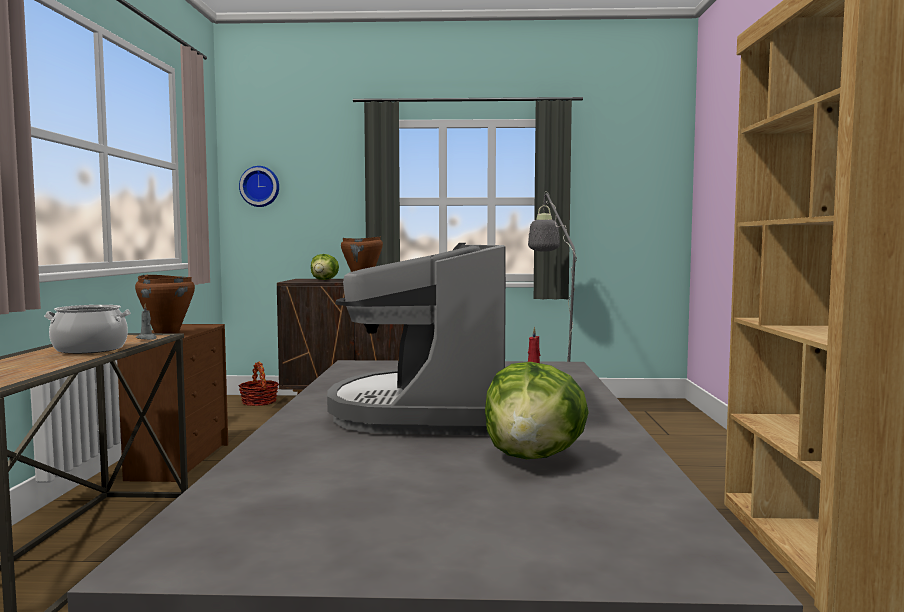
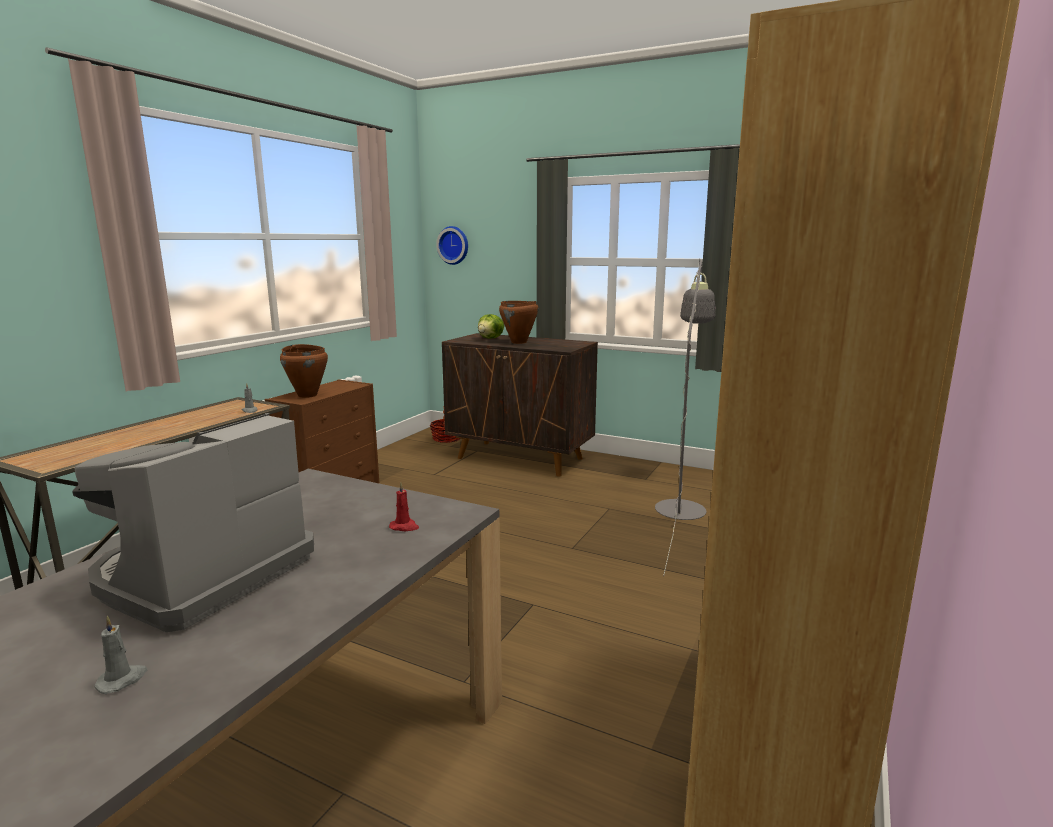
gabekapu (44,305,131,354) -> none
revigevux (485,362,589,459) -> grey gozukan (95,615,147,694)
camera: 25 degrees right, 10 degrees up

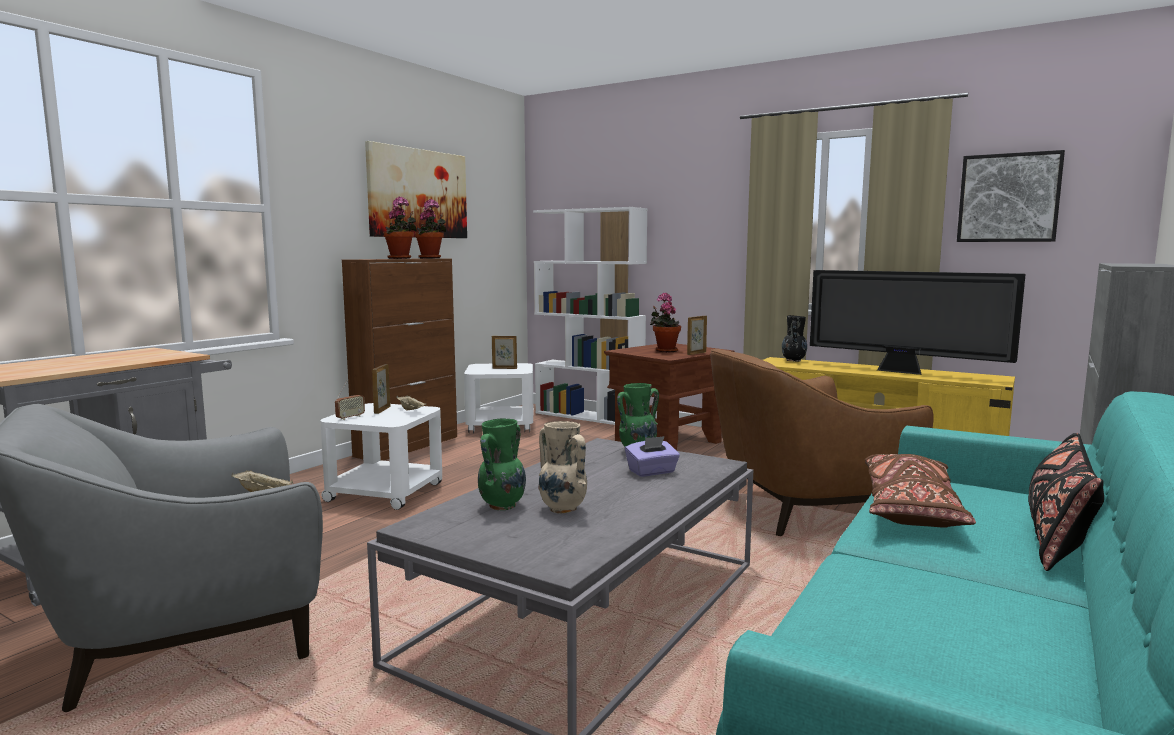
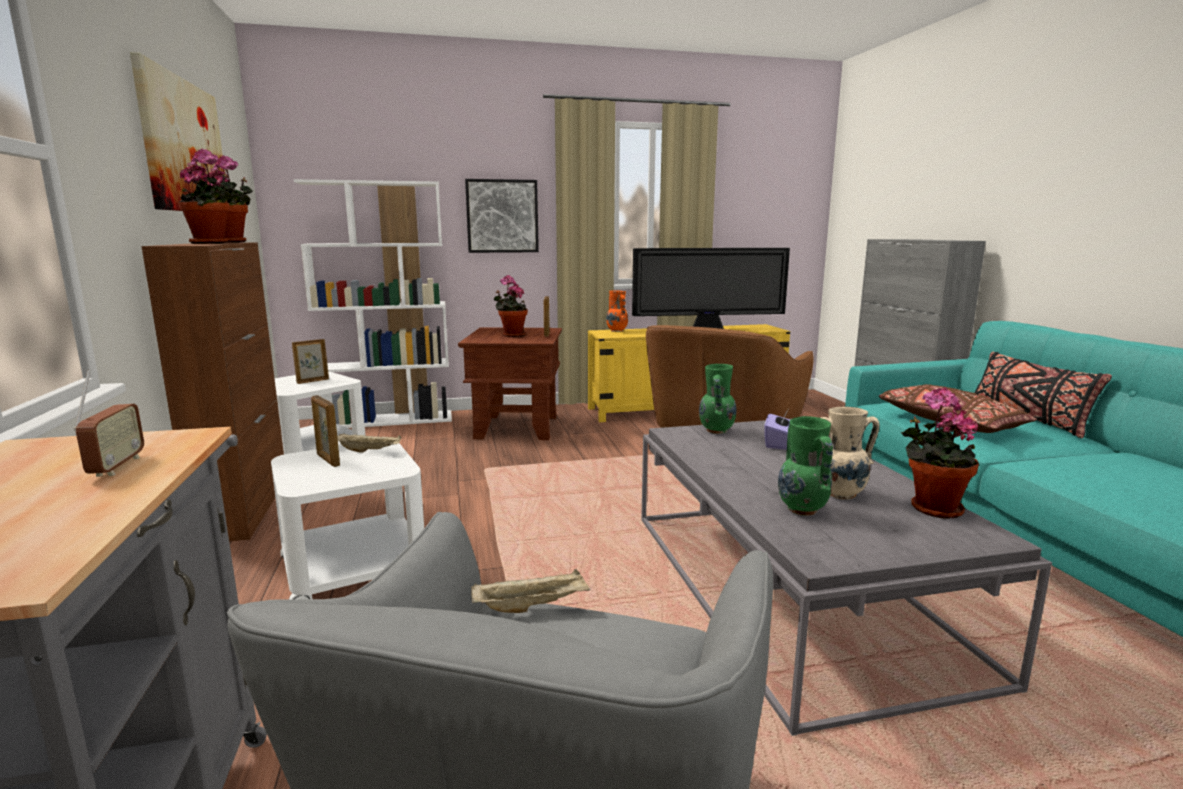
none -> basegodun (901,387,979,519)
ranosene (335,381,365,420) -> ranosene (74,370,144,477), shifted
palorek (957,150,1065,242) -> palorek (465,179,539,253), shifted
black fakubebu (782,315,807,362) -> orange fakubebu (606,290,628,332)
camera: 45 degrees left, 5 degrees up

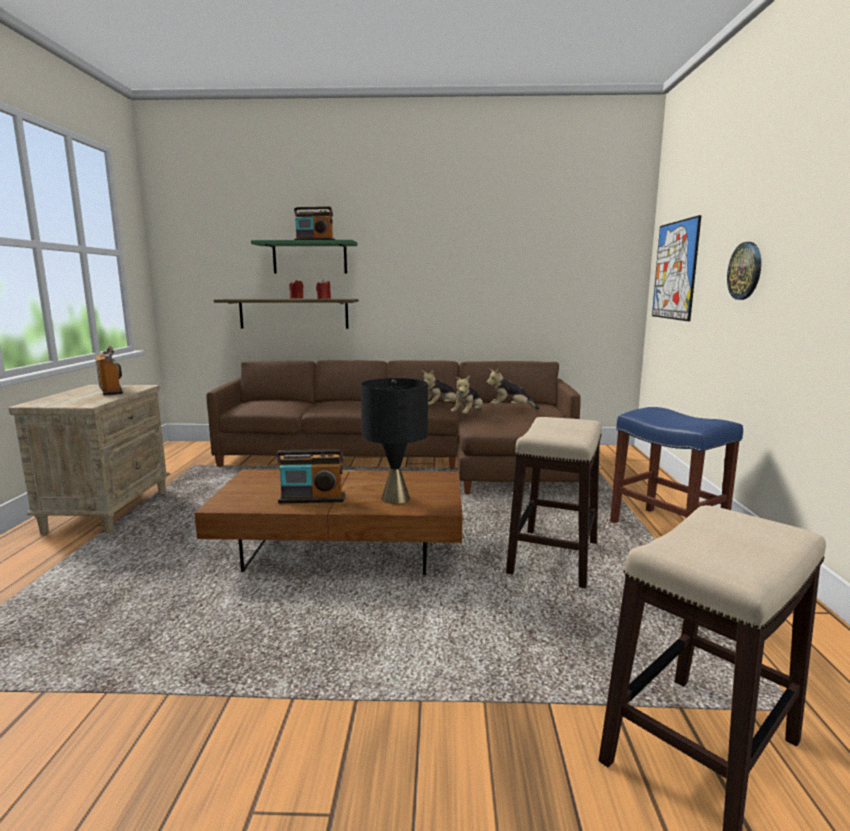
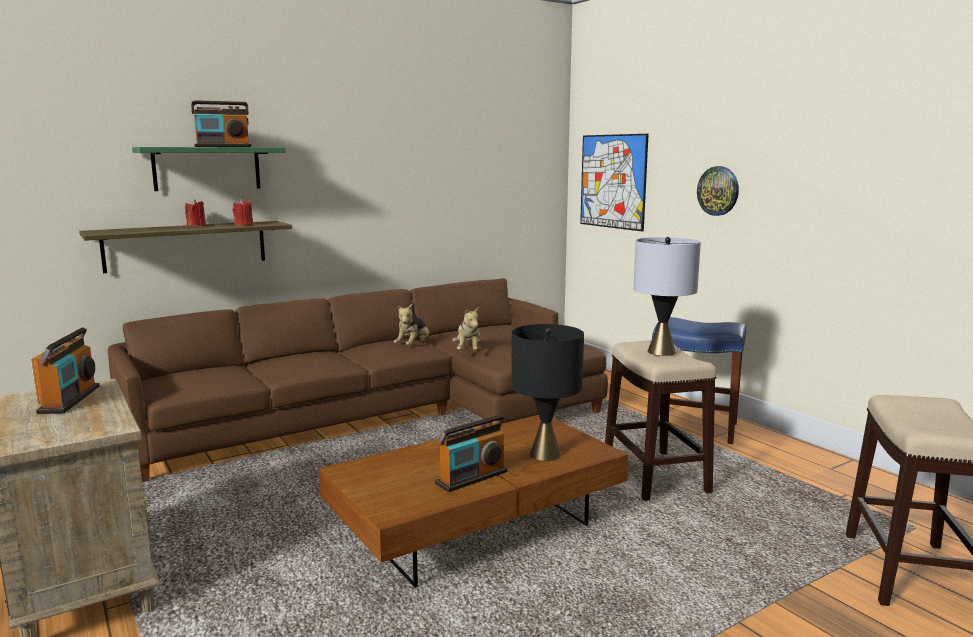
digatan (486,369,540,409) -> none
none -> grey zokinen (633,237,701,356)
ranosene (95,346,123,395) -> ranosene (31,327,100,414), 60 degrees clockwise
camera: 35 degrees left, 0 degrees up

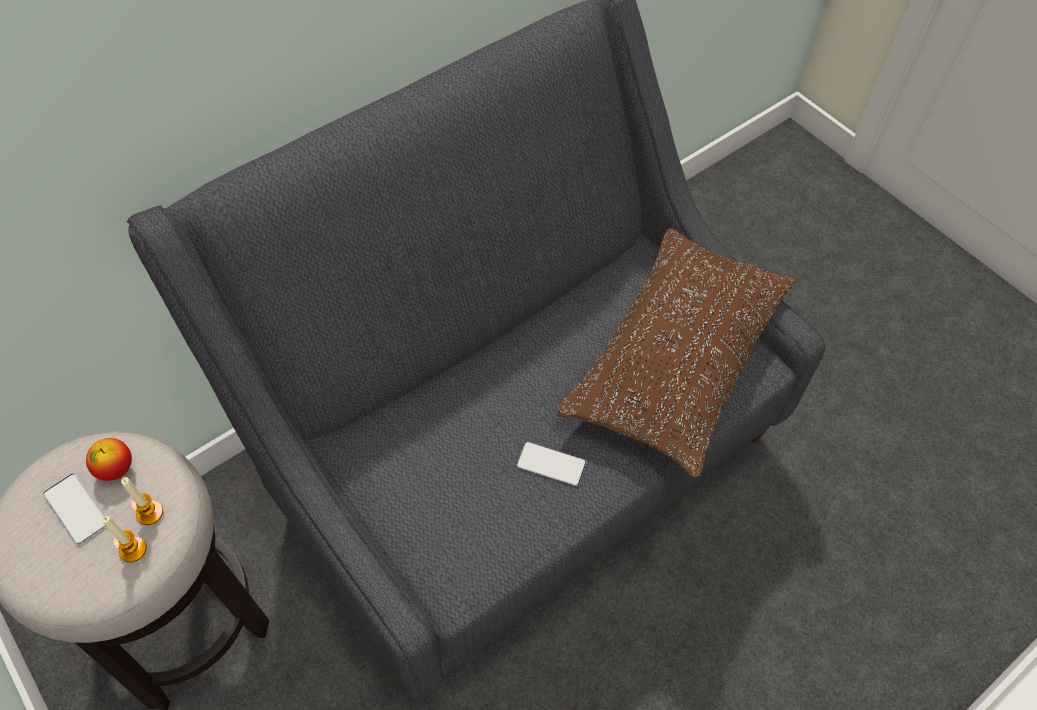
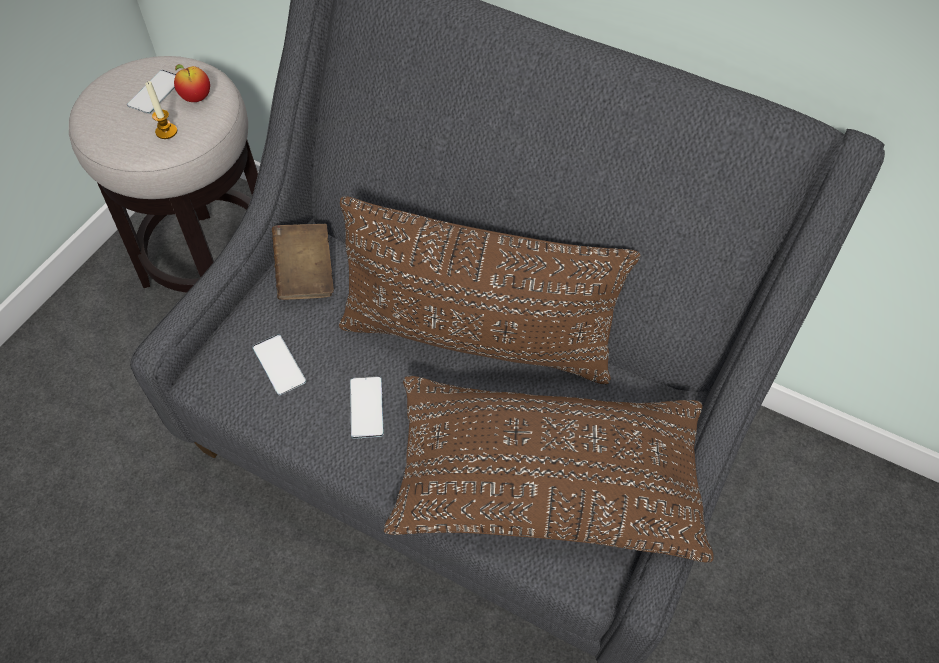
gozukan (102,516,147,562) -> none
none -> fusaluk (252,334,306,395)
none -> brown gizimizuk (272,224,334,300)
none -> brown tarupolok (339,196,641,385)
camera: 65 degrees right, 0 degrees up

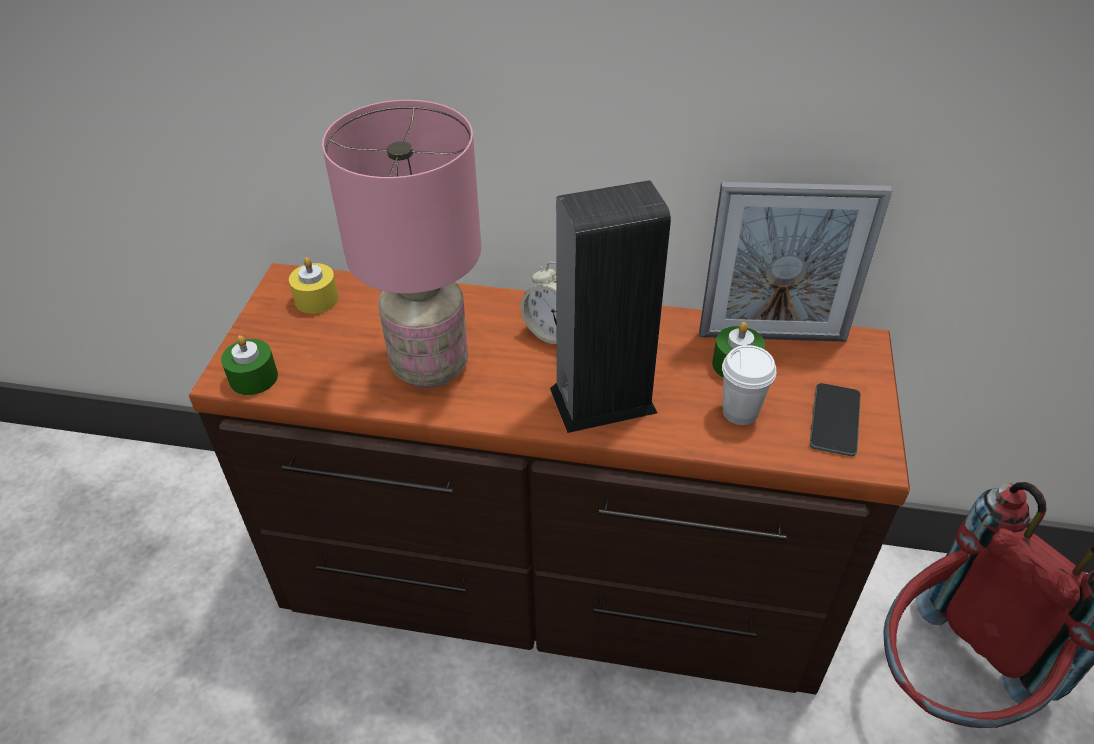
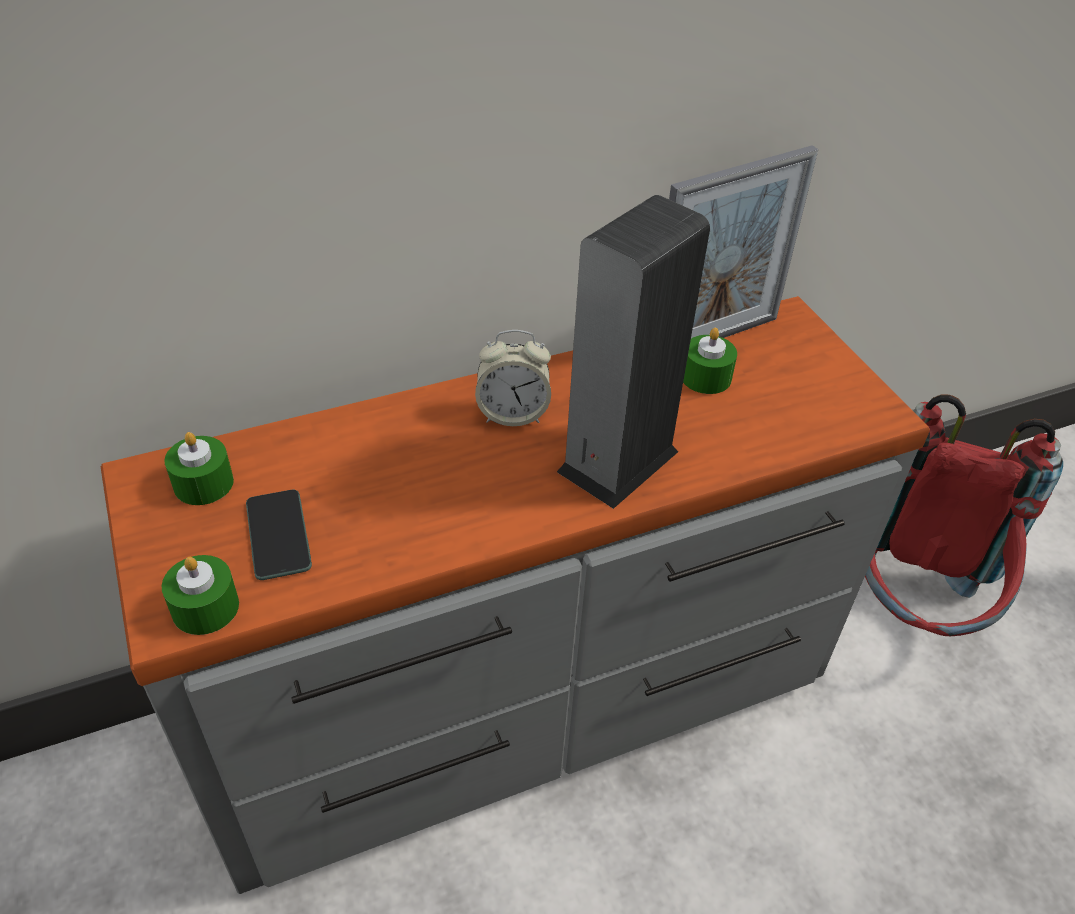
pink zokinen (322,100,481,388) -> none
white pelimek (722,345,776,425) -> none
fusaluk (810,383,861,456) -> fusaluk (246,490,312,580), shifted
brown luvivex (188,263,910,695) -> grey luvivex (101,296,930,894)
yellow gozukan (289,257,339,314) -> green gozukan (165,432,234,505)
camera: 35 degrees left, 0 degrees up

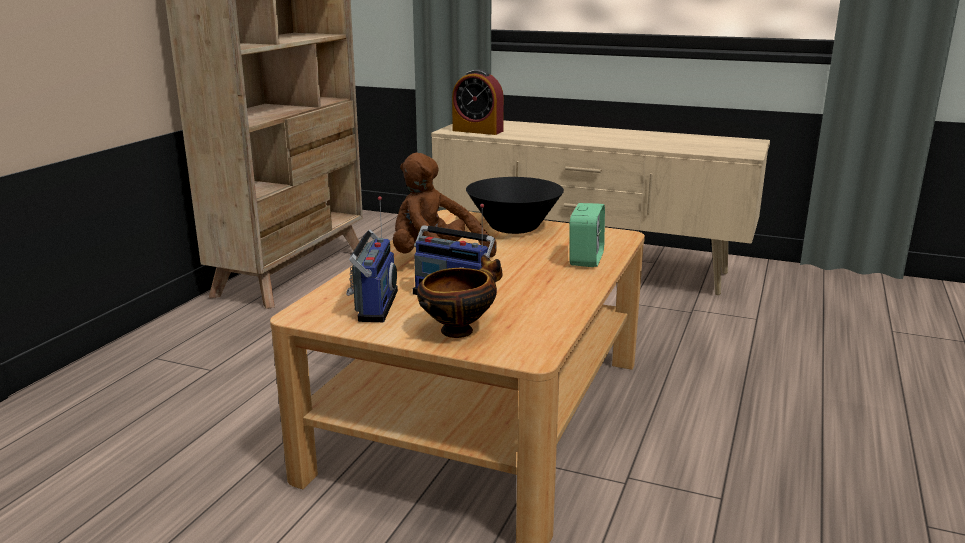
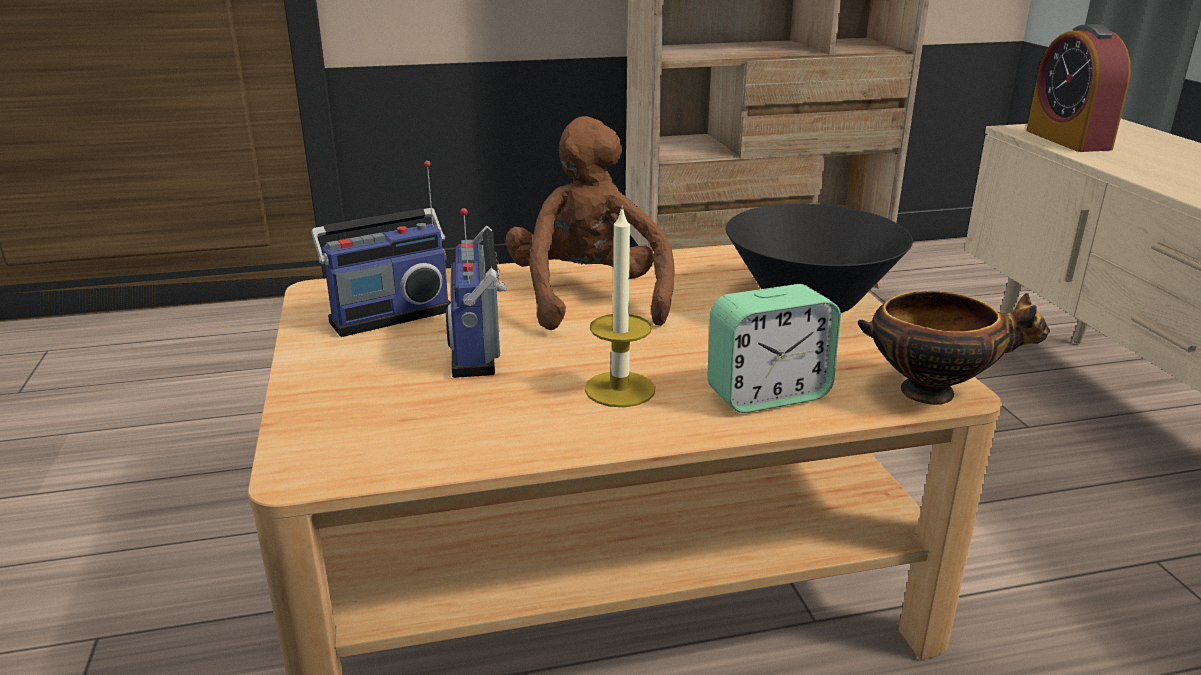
none -> gozukan (585,205,655,407)
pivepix (417,255,503,338) -> pivepix (858,291,1050,405), shifted
camera: 55 degrees right, 5 degrees up

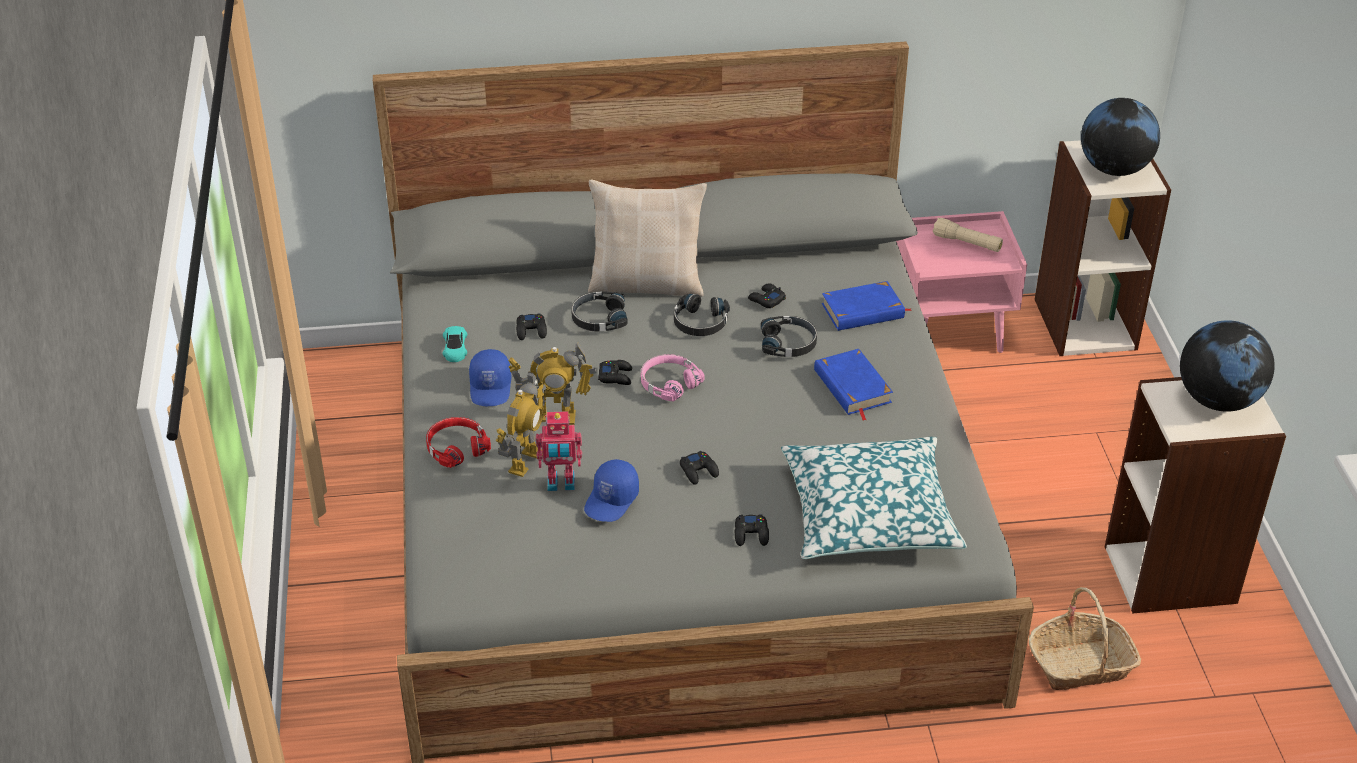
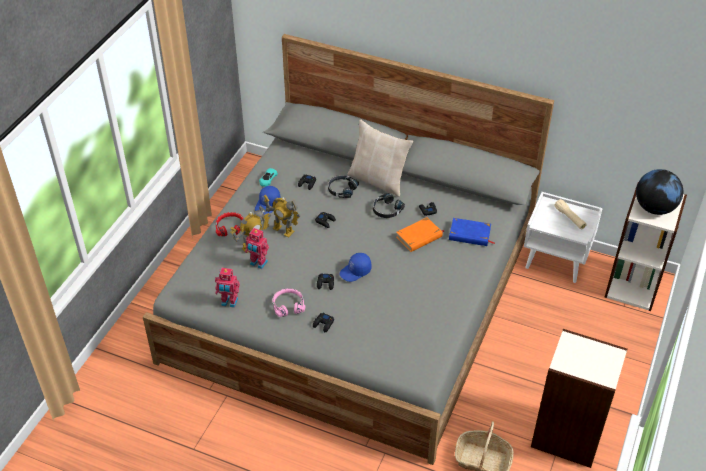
tarupolok (781,437,967,559) -> none
blue gizimizuk (814,349,893,421) -> none
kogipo (1180,320,1275,412) -> none
none -> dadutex (215,268,240,308)
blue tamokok (584,459,639,522) -> blue tamokok (340,253,372,282), shifted
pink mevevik (641,354,705,402) -> pink mevevik (273,288,305,317), shifted
black mevevik (761,316,817,357) -> orange gizimizuk (396,217,444,252)
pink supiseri (896,211,1027,353) -> white supiseri (524,192,603,283)
camera: 30 degrees right, 5 degrees up

